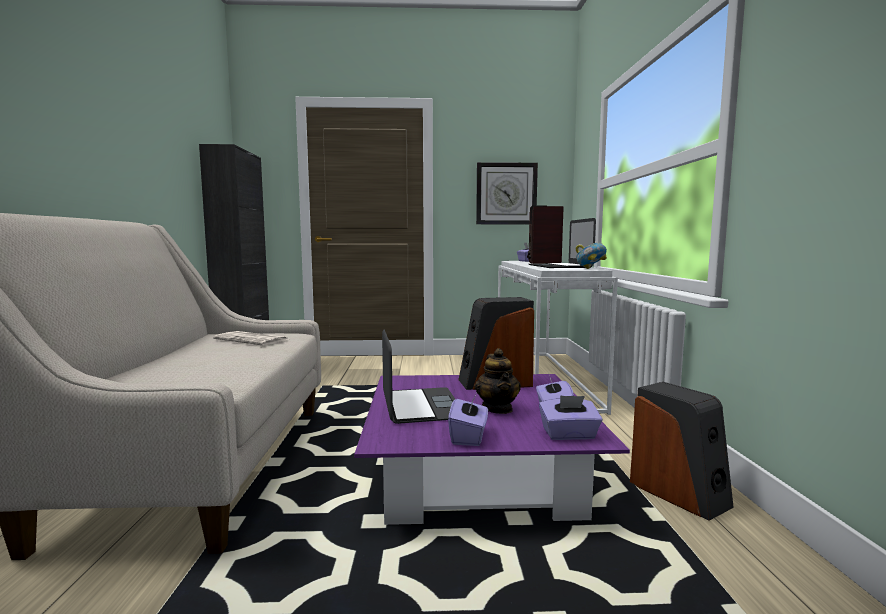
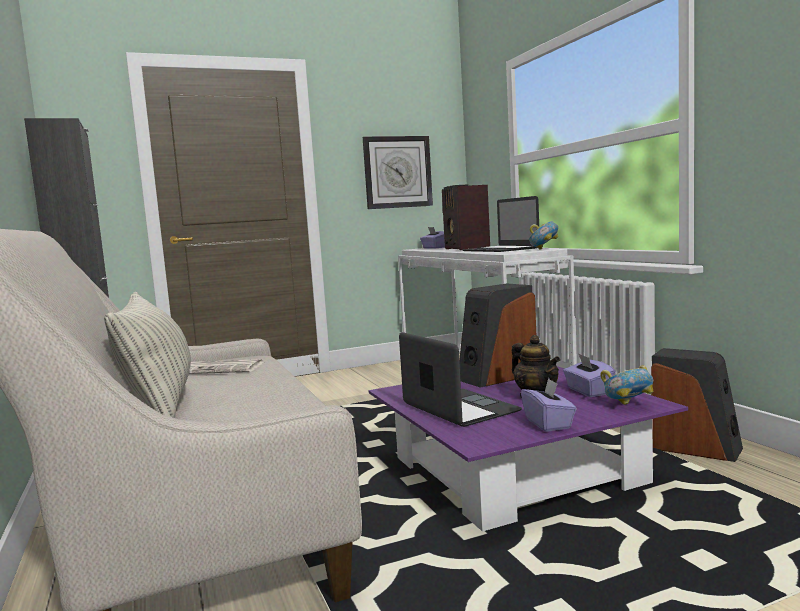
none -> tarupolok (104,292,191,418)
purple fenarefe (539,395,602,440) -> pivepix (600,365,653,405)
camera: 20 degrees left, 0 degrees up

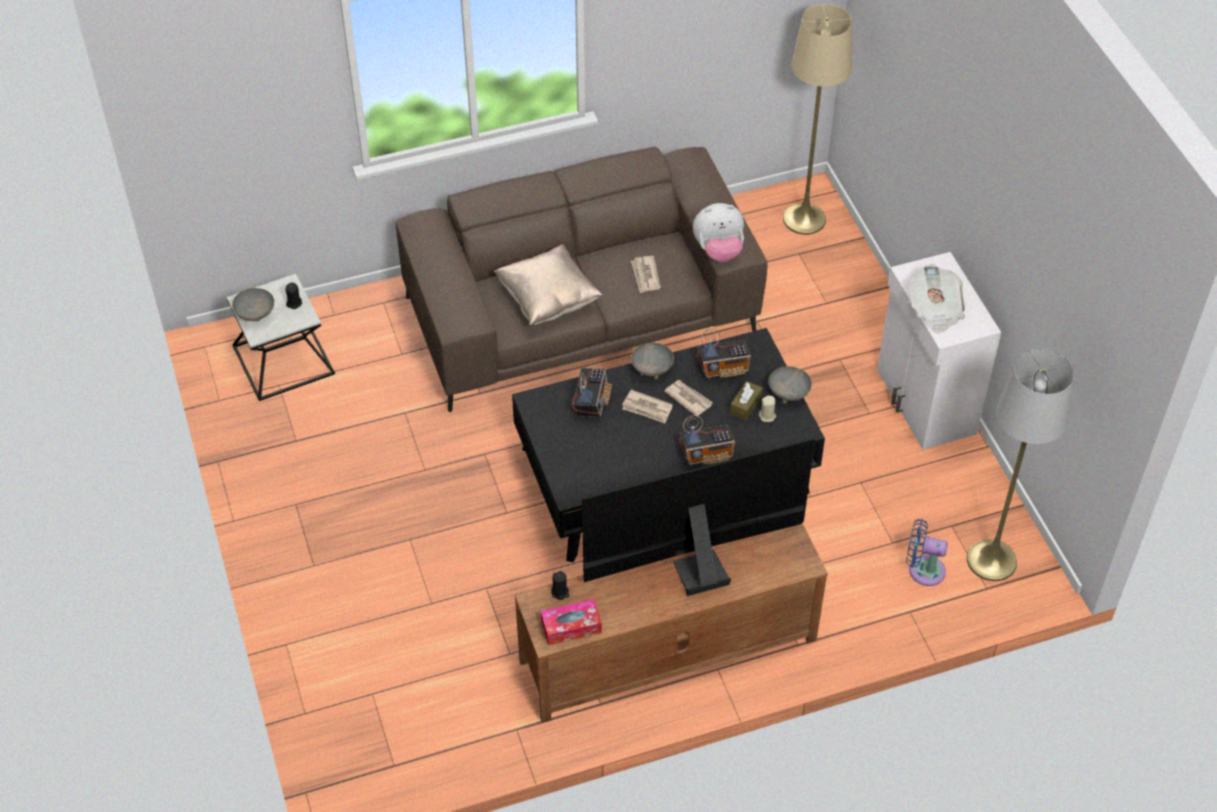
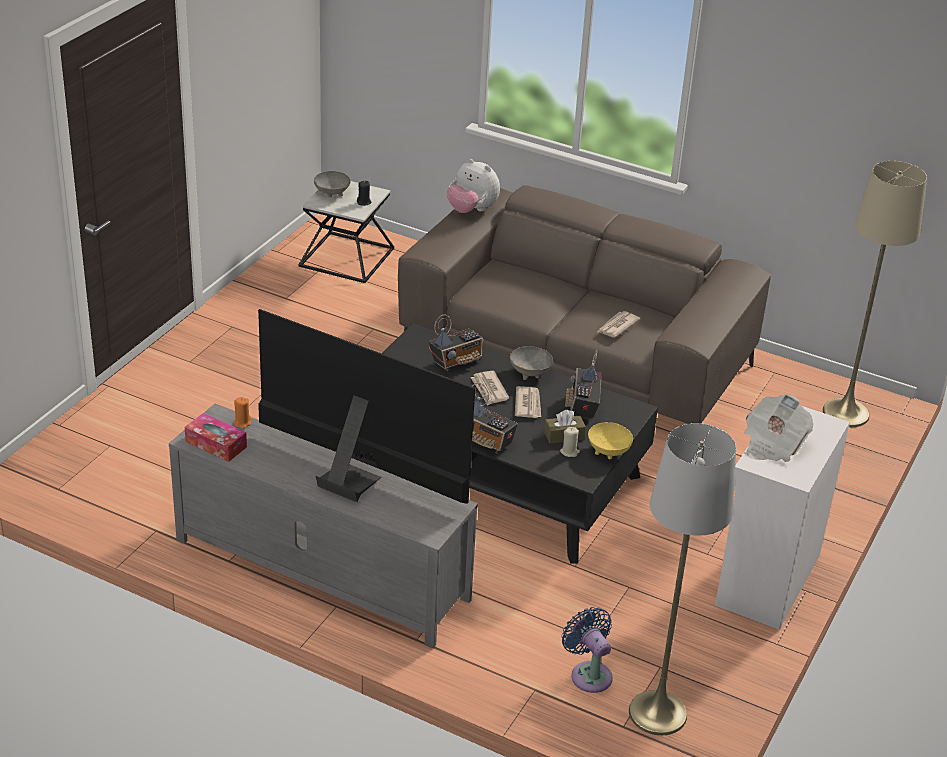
beige tarupolok (494,244,603,326) -> none
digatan (693,203,744,262) -> digatan (447,159,500,213), shifted
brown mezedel (515,523,828,723) -> grey mezedel (169,403,478,648)
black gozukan (552,571,570,600) -> orange gozukan (234,397,252,429)
grey pivepix (768,366,812,403) -> yellow pivepix (588,422,633,459)
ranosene (697,329,751,380) -> ranosene (565,350,603,420), 60 degrees clockwise
camera: 45 degrees right, 15 degrees down

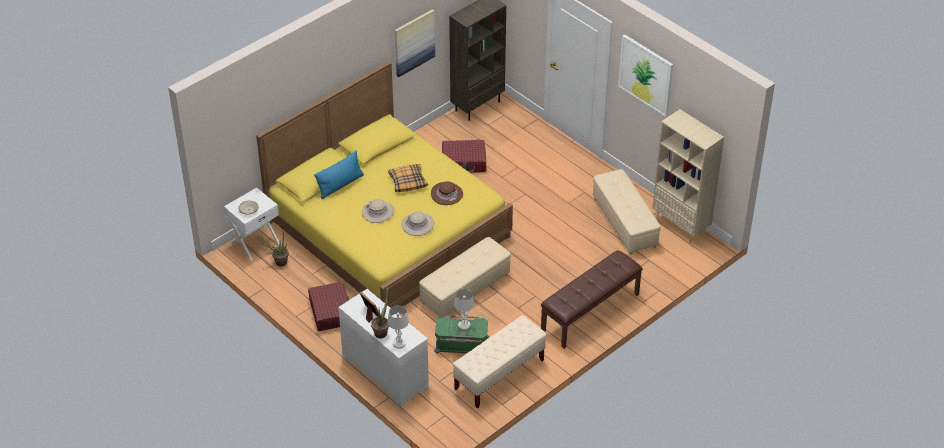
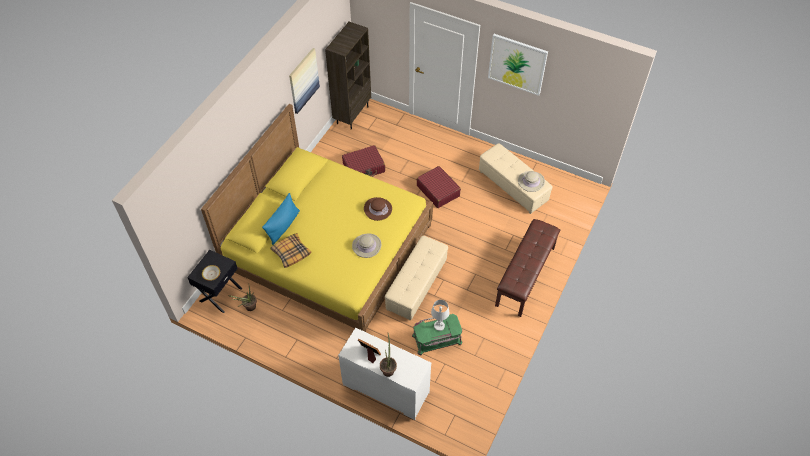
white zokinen (387,305,409,349) -> none
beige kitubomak (453,315,546,409) -> none
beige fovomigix (652,109,724,243) -> none
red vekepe (308,282,350,331) -> red vekepe (417,166,461,208), shifted
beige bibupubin (362,199,394,223) -> beige bibupubin (518,171,545,192), shifted
tarupolok (388,164,428,192) -> tarupolok (270,233,312,268), shifted
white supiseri (224,188,280,261) -> black supiseri (187,250,242,313)
camera: 20 degrees left, 10 degrees up

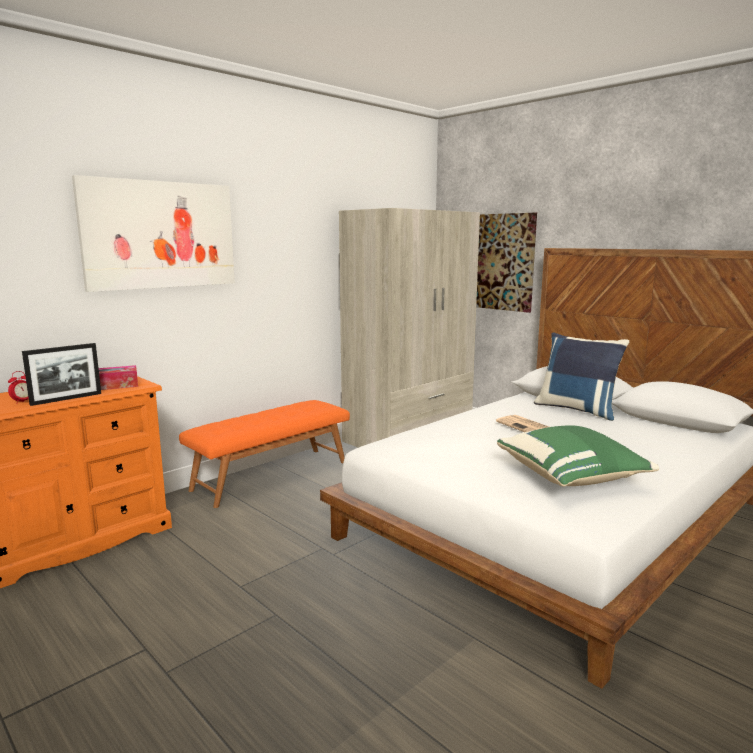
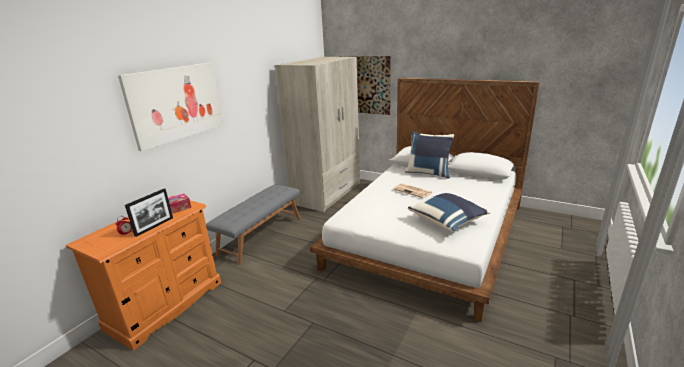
orange kitubomak (179,400,350,508) -> grey kitubomak (206,184,300,265)
green tarupolok (497,425,660,487) -> blue tarupolok (408,193,491,232)
camera: 15 degrees left, 10 degrees up

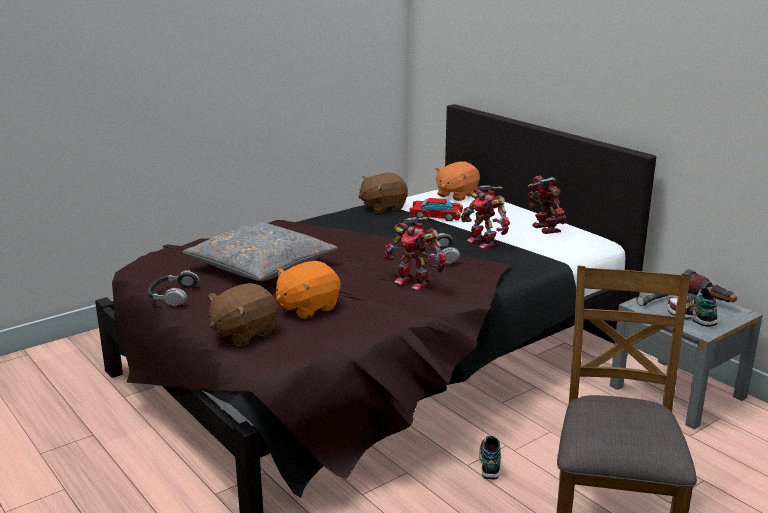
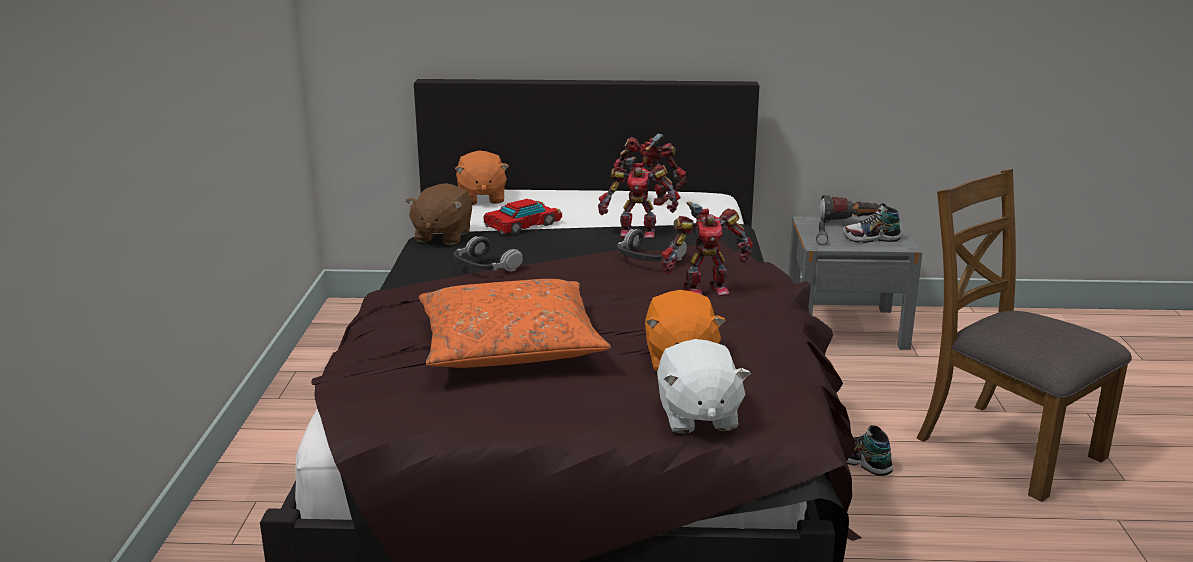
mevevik (148,270,199,306) -> mevevik (454,236,523,272), shifted
grey tarupolok (183,222,338,281) -> orange tarupolok (419,279,611,368)
brown digatan (208,283,278,346) -> white digatan (657,339,751,434)
camera: 50 degrees left, 0 degrees up

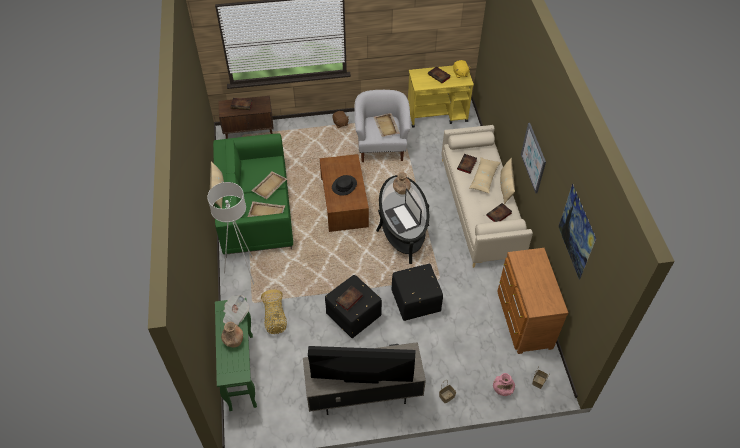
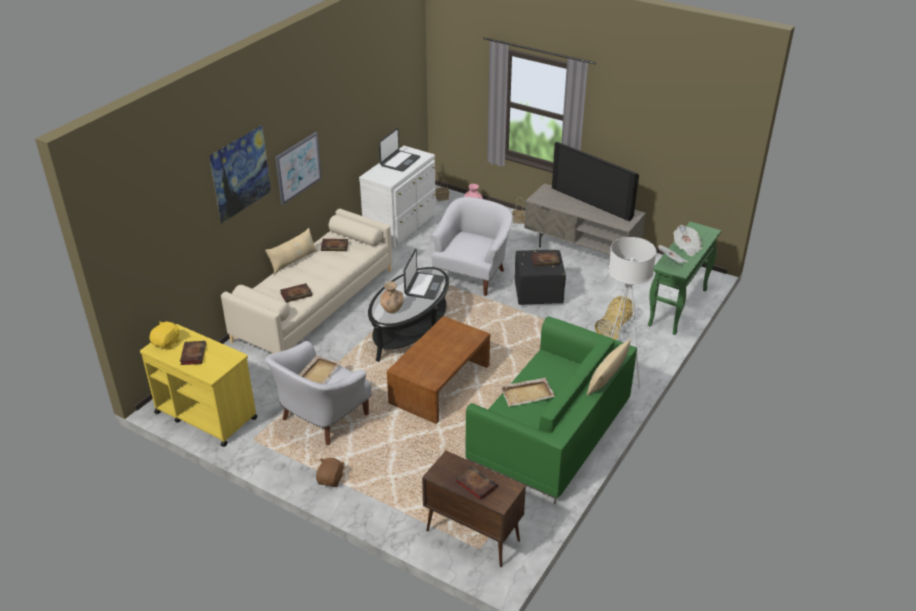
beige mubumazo (247,201,285,217) -> none
black bibupubin (332,175,357,196) -> none
beige tarupolok (469,157,501,193) -> none
none -> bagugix (379,128,420,172)
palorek (558,183,596,281) -> palorek (209,125,271,224), shifted
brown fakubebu (221,322,243,347) -> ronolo (673,225,702,256)
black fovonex (391,264,443,321) -> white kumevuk (432,197,513,296)
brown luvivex (497,248,568,354) -> white luvivex (359,146,436,249)
camera: 140 degrees left, 15 degrees down

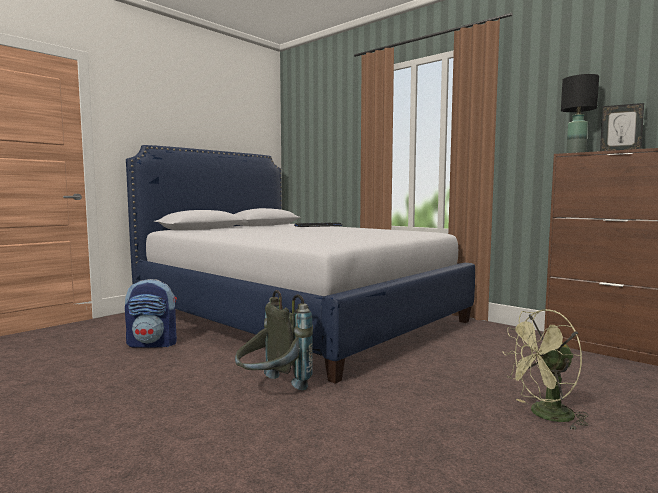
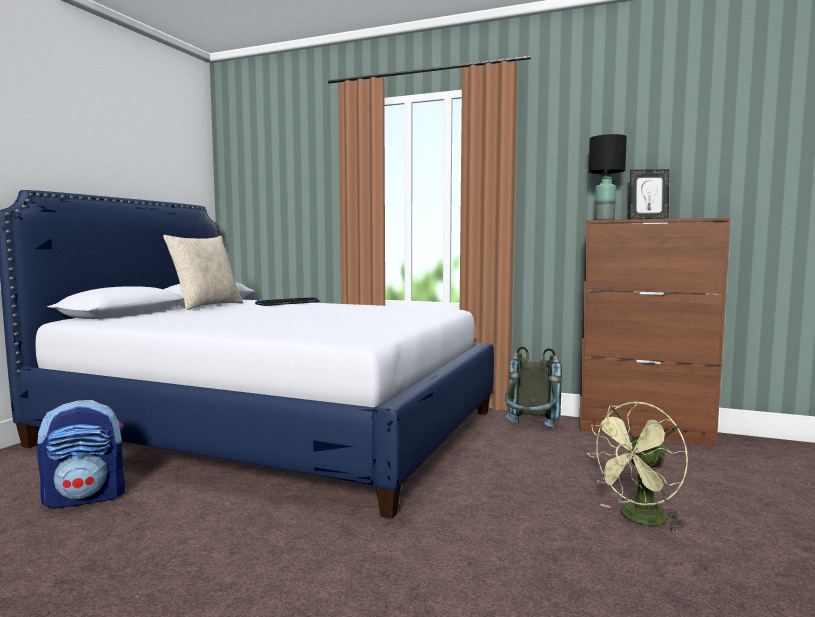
none -> beige tarupolok (163,235,243,310)
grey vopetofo (235,290,313,390) -> grey vopetofo (505,346,562,428), shifted
camera: 20 degrees left, 0 degrees up

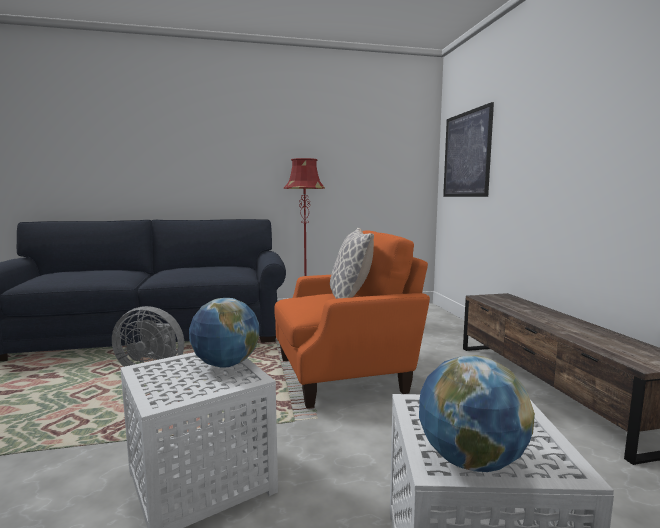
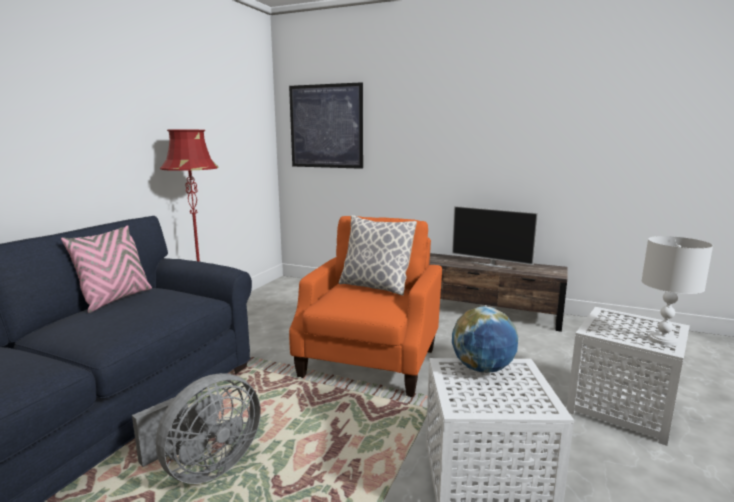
none -> pink tarupolok (61,225,152,313)
none -> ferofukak (452,206,538,269)
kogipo (419,355,535,472) -> white zokinen (641,236,713,346)
camera: 55 degrees left, 5 degrees up

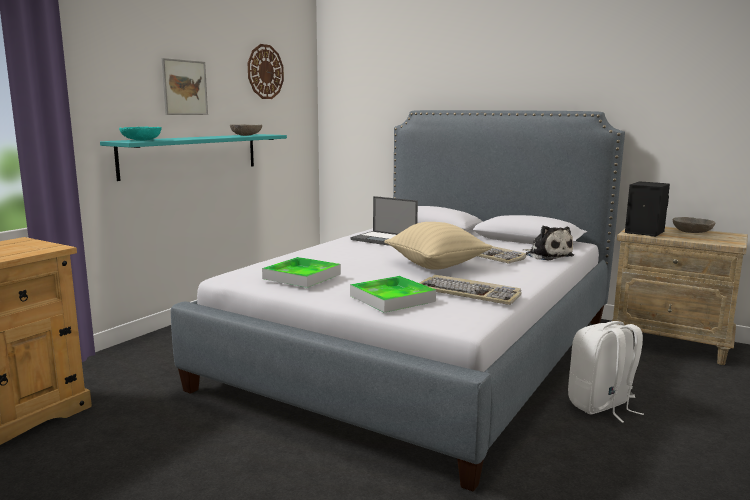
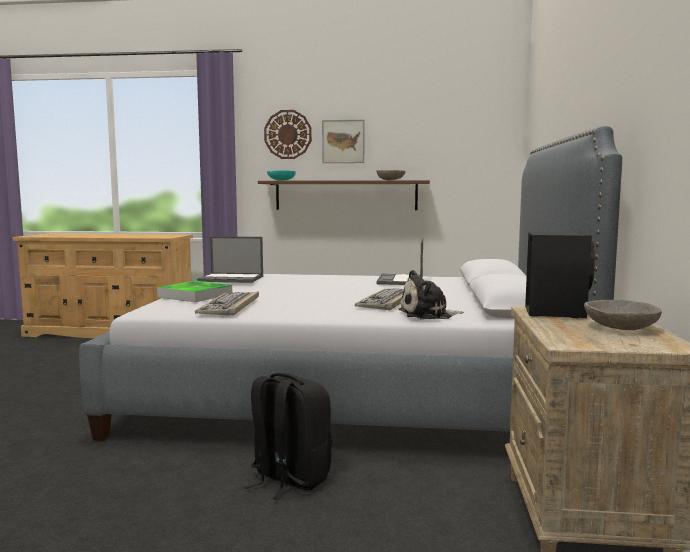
beige tarupolok (384,222,492,270) -> none
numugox (248,44,284,99) -> numugox (264,110,312,159), shifted
mubumazo (262,257,341,288) -> bagugix (197,236,263,283)
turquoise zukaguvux (100,134,287,181) -> brown zukaguvux (258,180,430,210)
white vopetofo (568,321,644,423) -> black vopetofo (245,373,332,500)
digatan (523,226,574,261) -> digatan (398,270,464,320), 45 degrees clockwise
camera: 65 degrees right, 5 degrees down

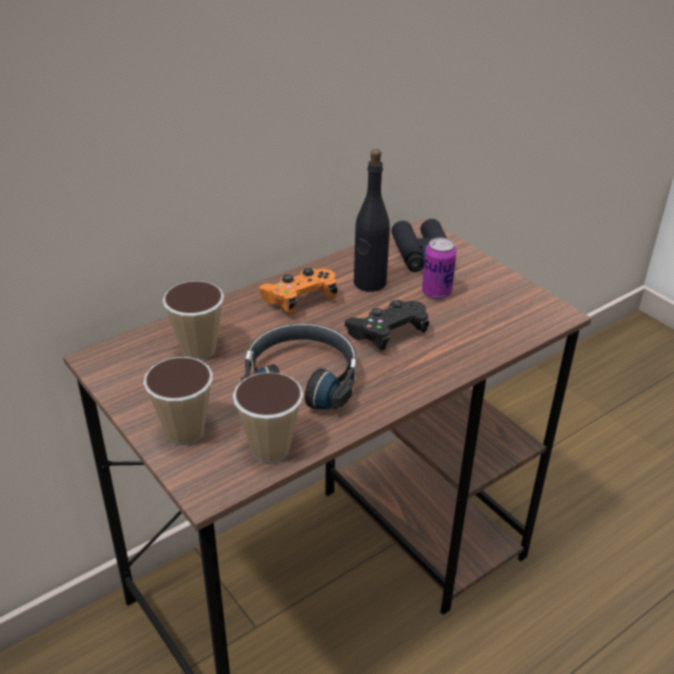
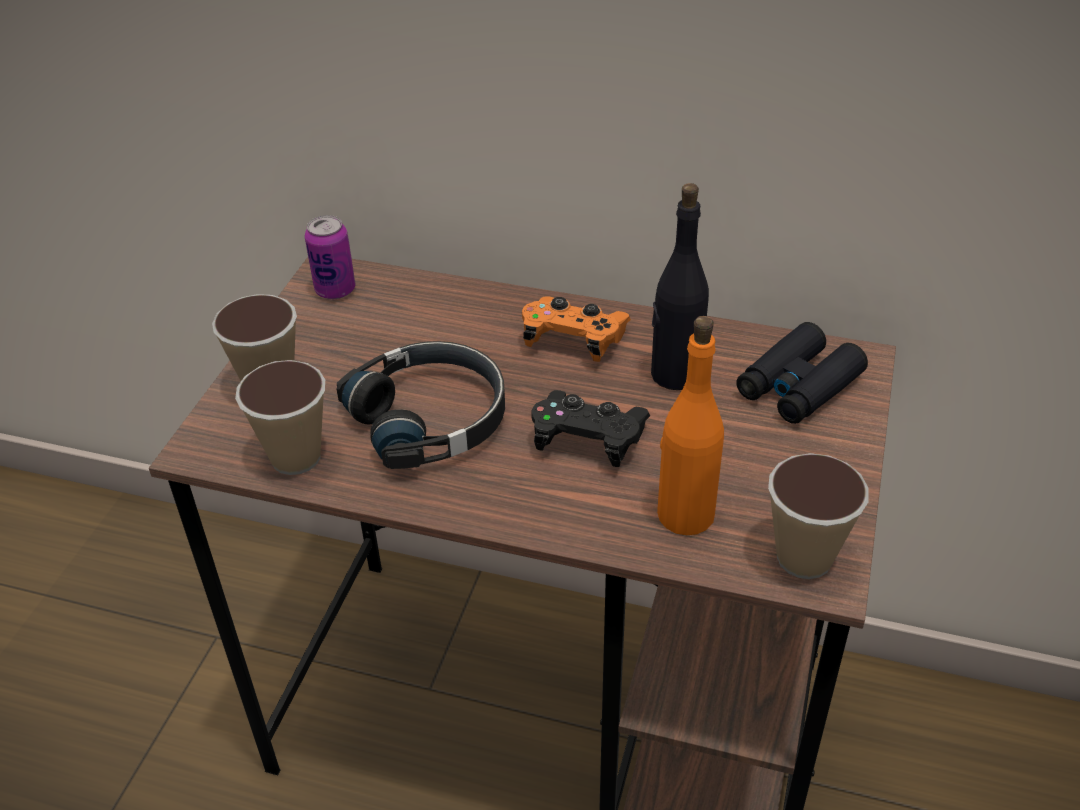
none -> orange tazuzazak (657,316,724,535)
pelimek (163,281,224,360) -> pelimek (768,453,869,579), shifted
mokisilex (422,237,457,299) -> mokisilex (305,215,355,299), shifted
camera: 55 degrees right, 5 degrees up

